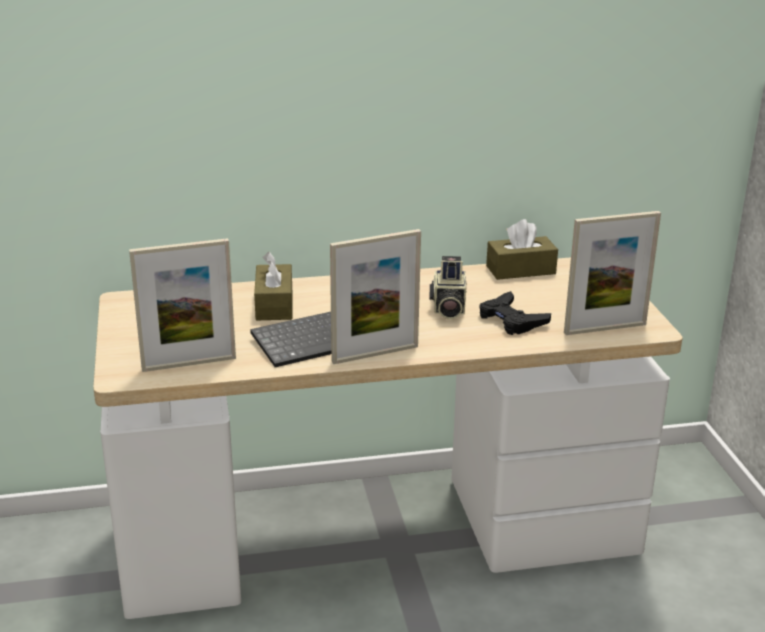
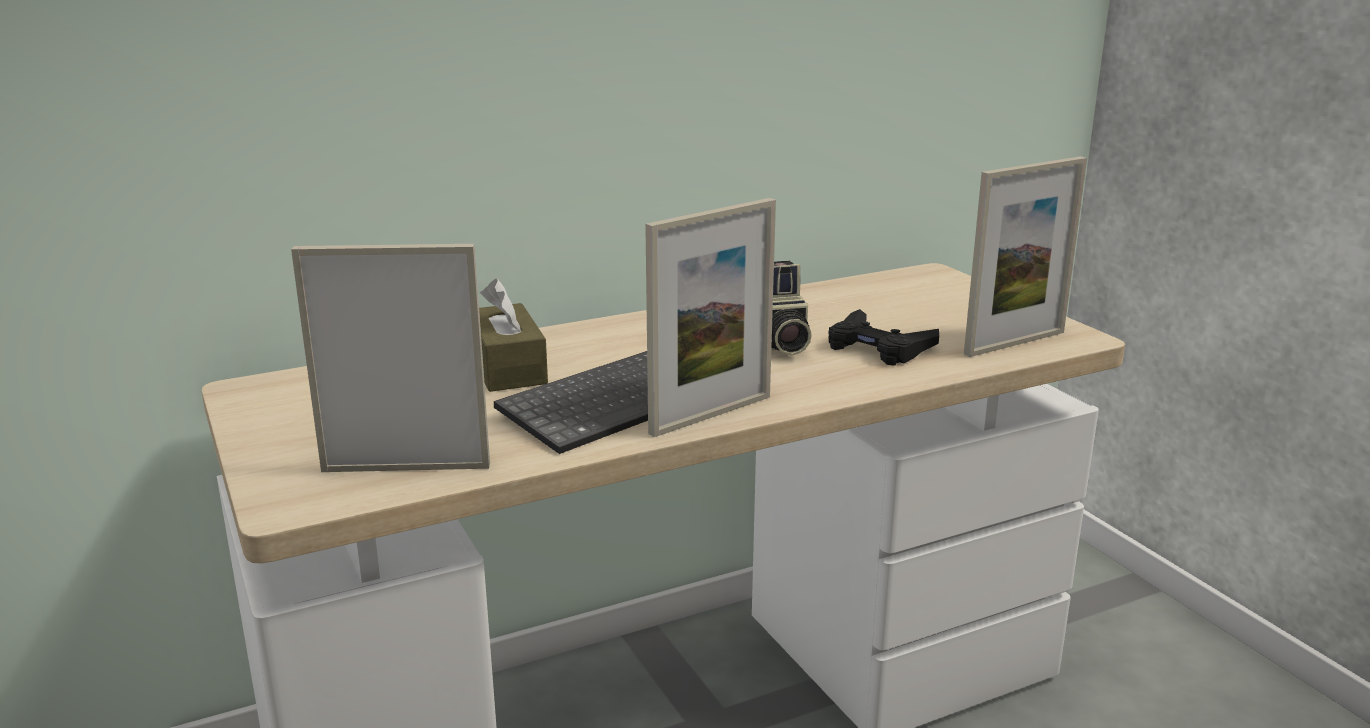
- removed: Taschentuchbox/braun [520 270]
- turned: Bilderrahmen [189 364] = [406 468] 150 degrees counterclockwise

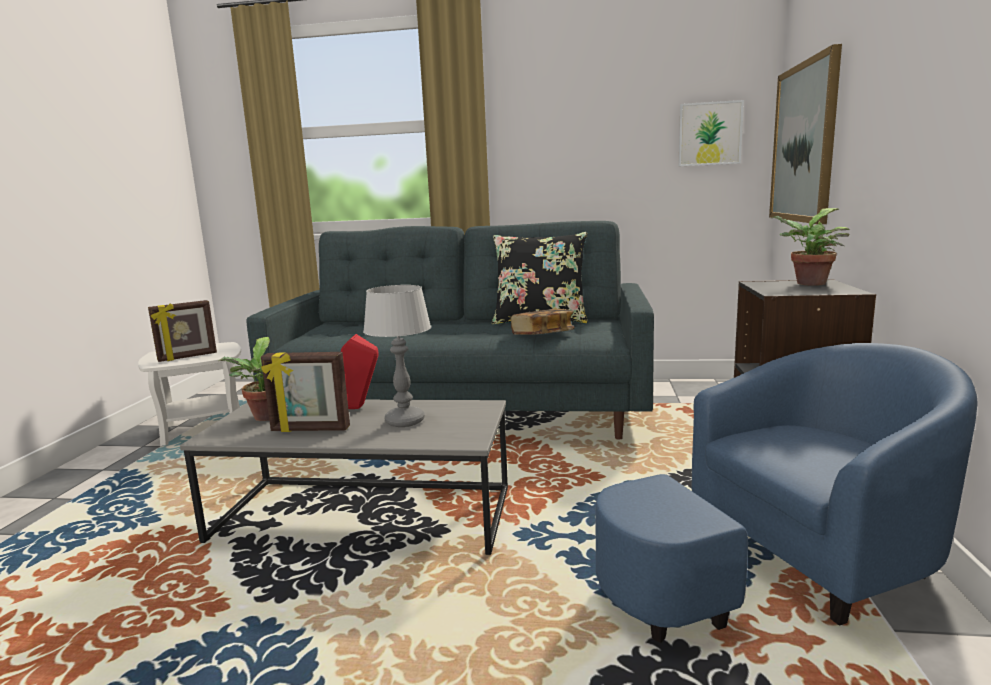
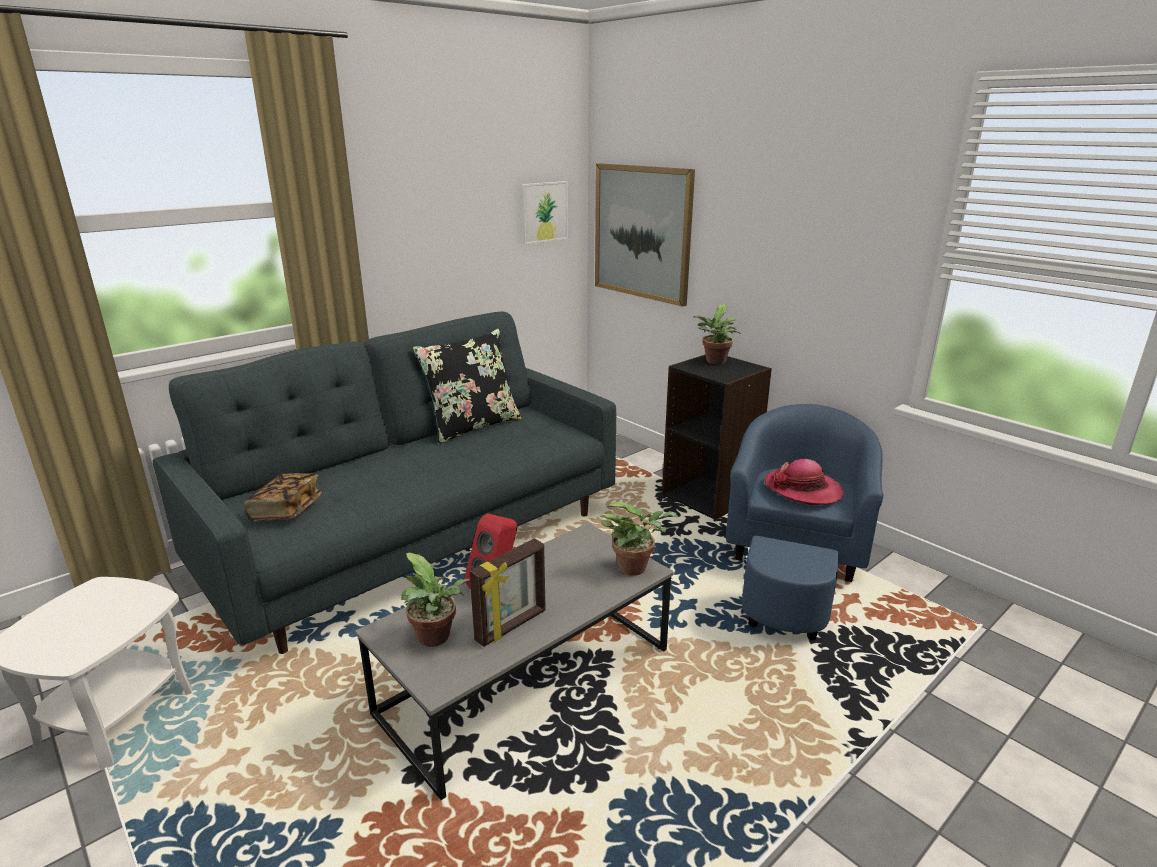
- removed: Tischlampe [405 421]
- removed: Bilderrahmen [187 357]
- moved: Buch [542 335] to [286 510]
- added: Hut [803 489]
- added: Topfpflanze [636 568]

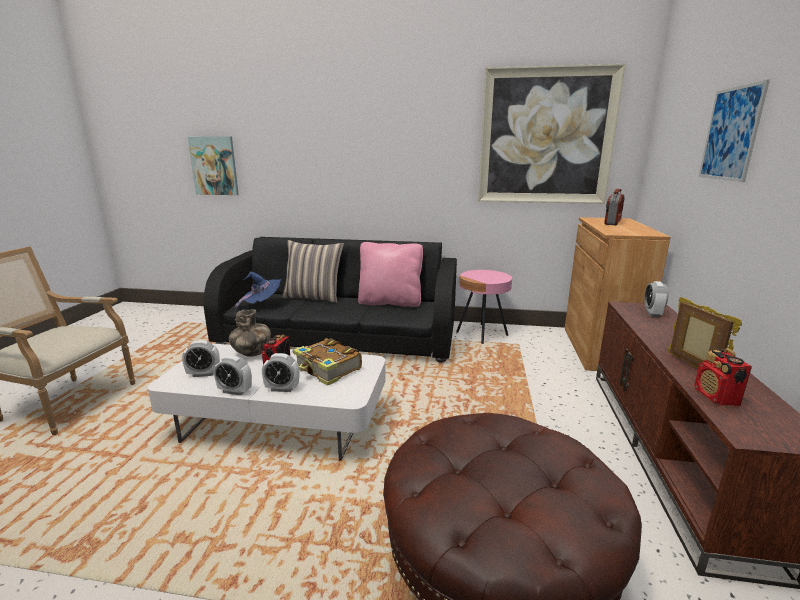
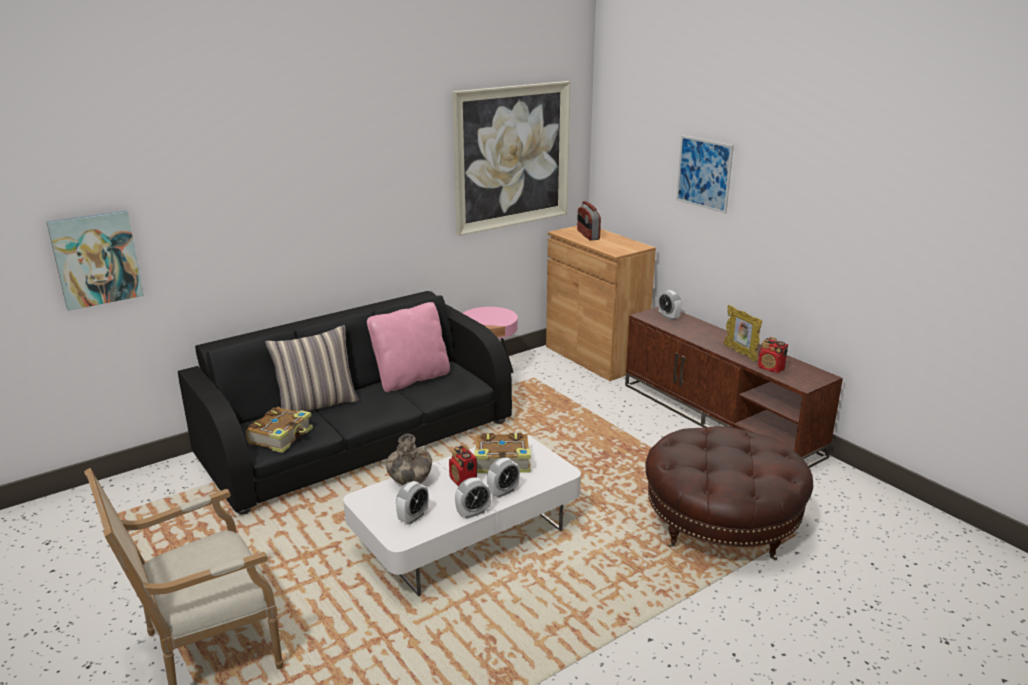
- replaced: Hut/blau [262 305] to Buch [282 437]
- turned: Bilderrahmen [693 367] = [740 353] 150 degrees counterclockwise

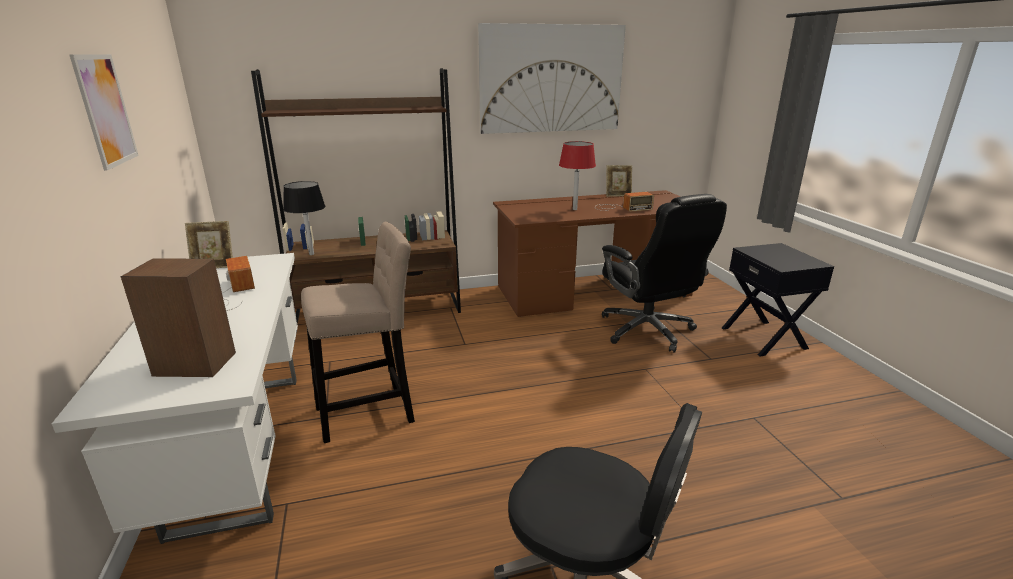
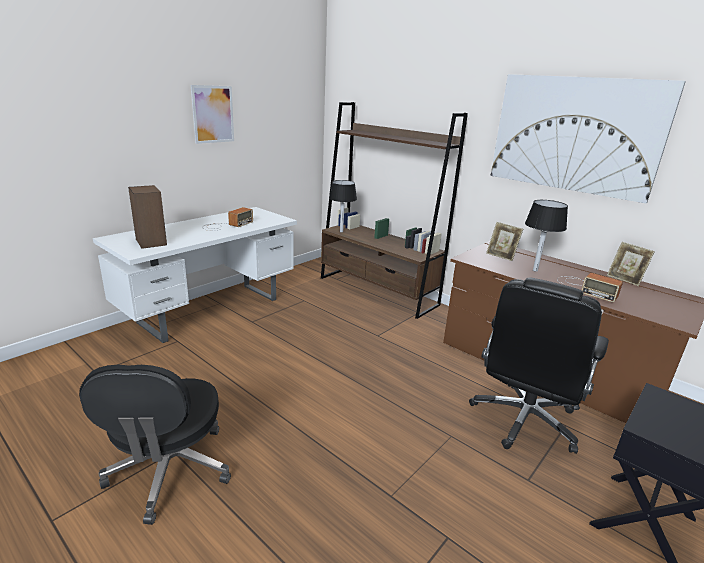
- recoloured: Tischlampe/rot [574 209] to Tischlampe/schwarz [535 270]
- moved: Bilderrahmen [214 266] to [501 256]
- removed: Hocker/beige [371 412]

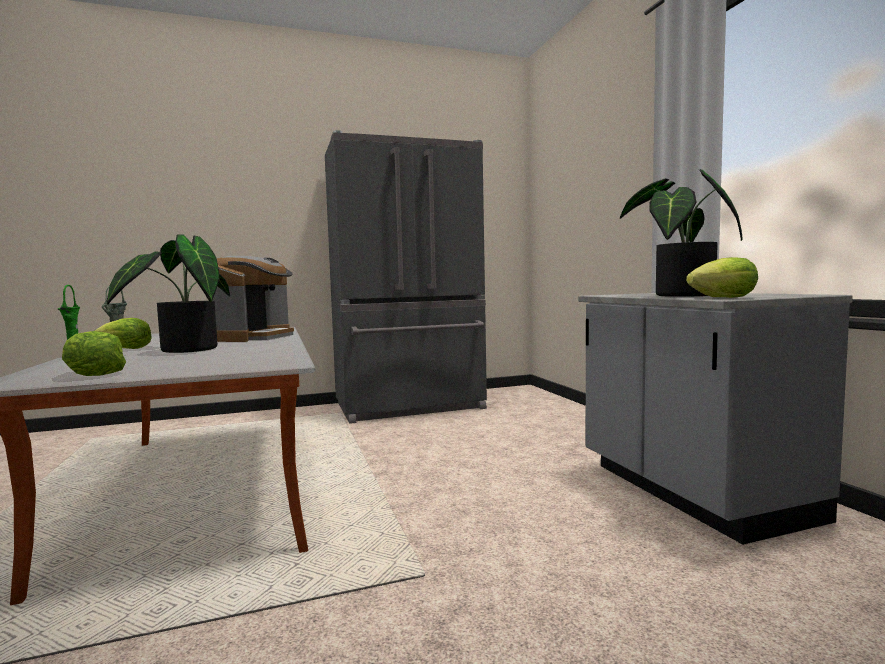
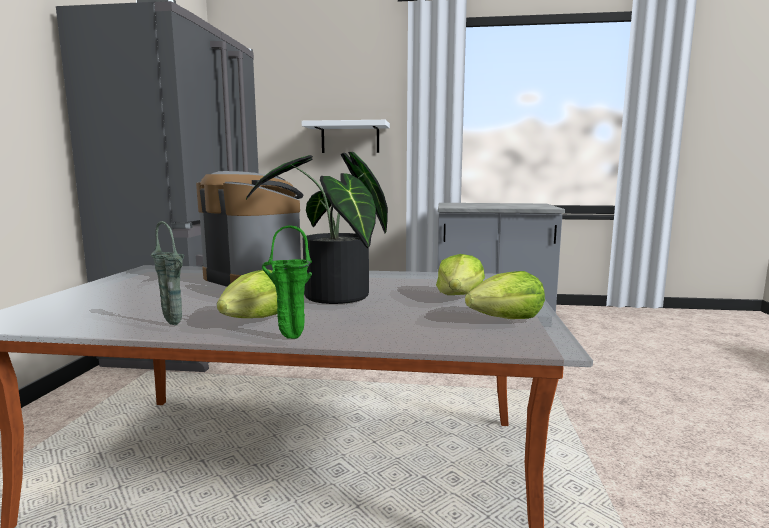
- removed: Topfpflanze [679 295]
- moved: Salatkopf [723 298] to [459 296]
- added: Wandregal/weiß [350 138]

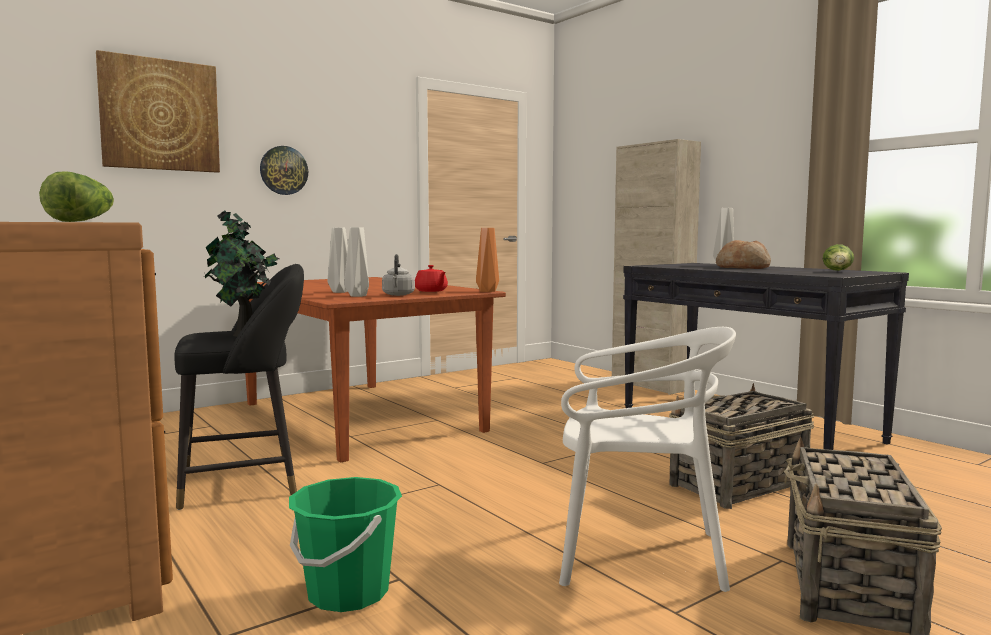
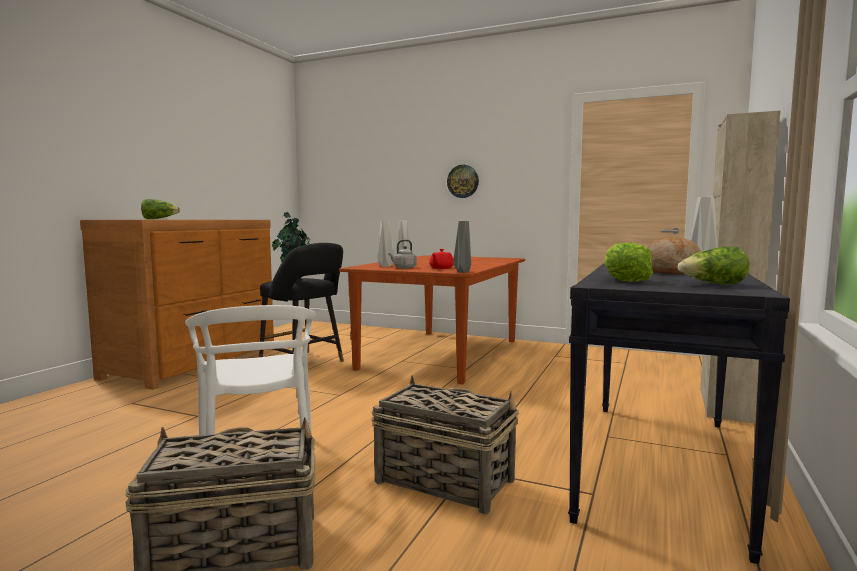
- removed: Bild [160 115]
- recoloured: Vase/orange [486 291] to Vase/grau [462 272]
- removed: Eimer/grün [347 593]
- added: Salatkopf [624 280]

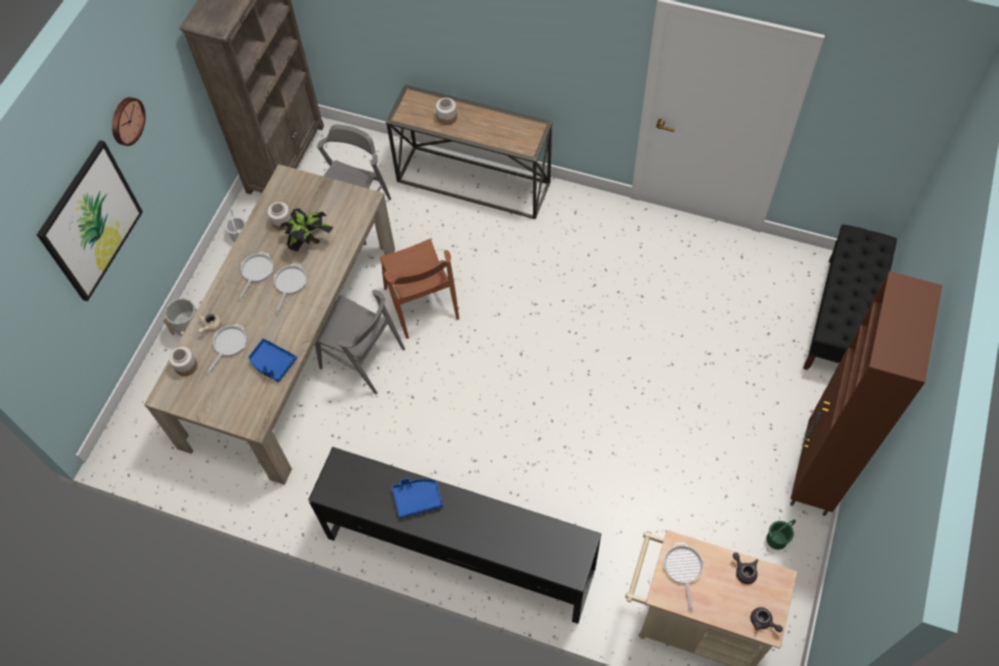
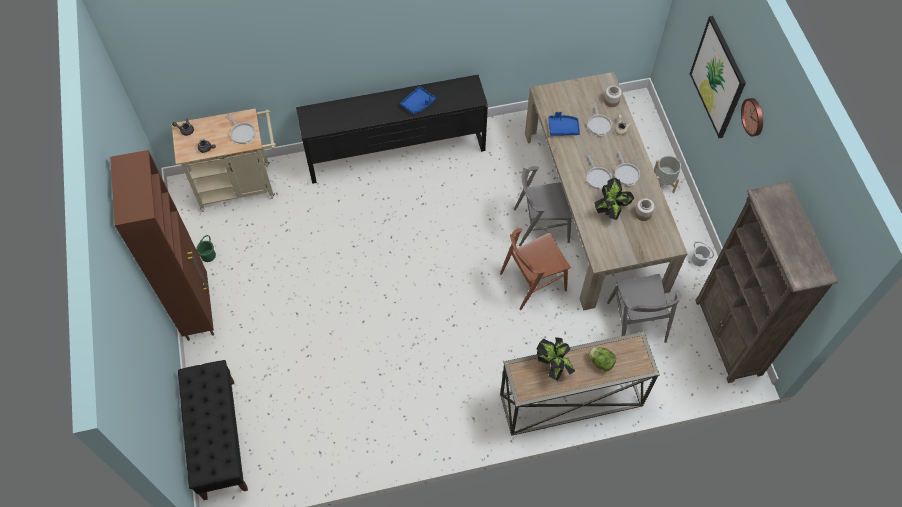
- replaced: Vorratsglas [447 117] to Salatkopf [601 362]
- turned: Stuhl/braun [421 303] = [532 281] 60 degrees counterclockwise
- added: Topfpflanze [553 365]

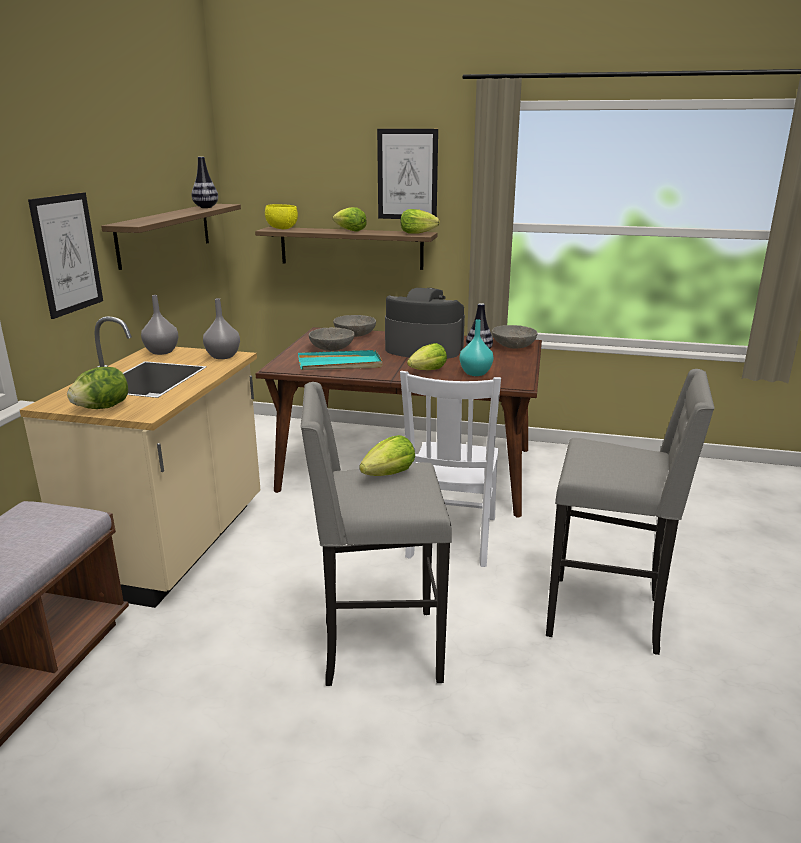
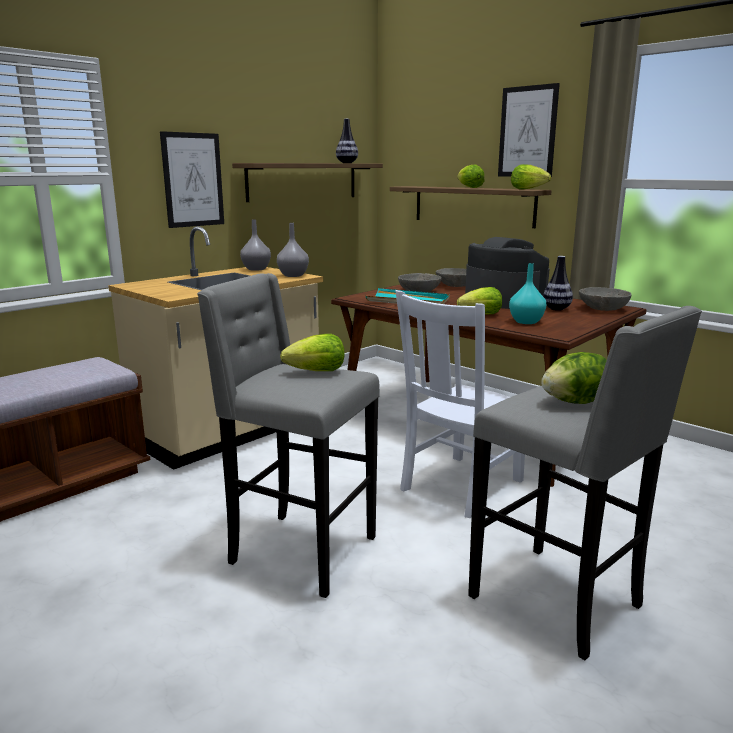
- removed: Schüssel/gelb [282 229]
- moved: Salatkopf [102 408] to [575 402]

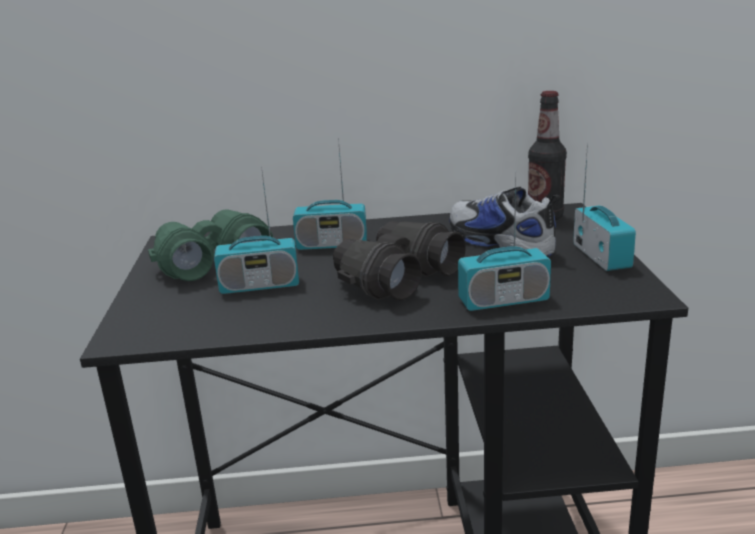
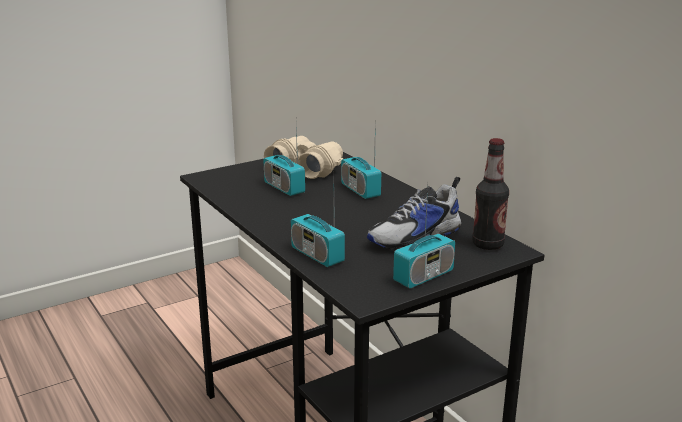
- turned: Schuh [499 242] = [416 237] 150 degrees counterclockwise
- recoloured: Fernglas/grün [212 261] to Fernglas/beige [306 168]
- removed: Fernglas/schwarz [395 278]

